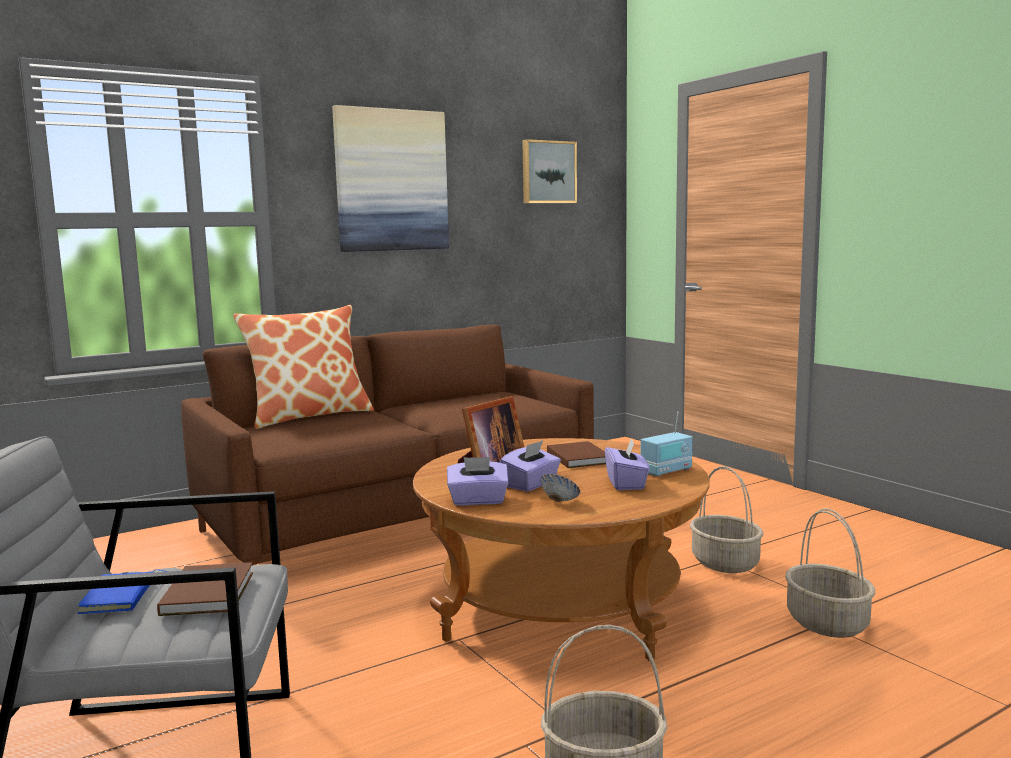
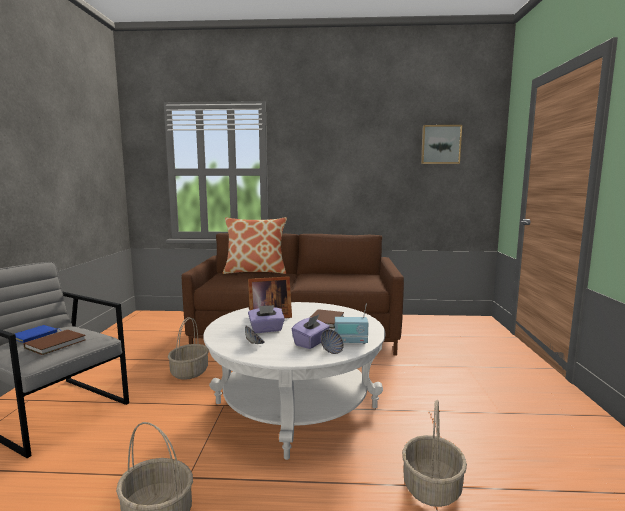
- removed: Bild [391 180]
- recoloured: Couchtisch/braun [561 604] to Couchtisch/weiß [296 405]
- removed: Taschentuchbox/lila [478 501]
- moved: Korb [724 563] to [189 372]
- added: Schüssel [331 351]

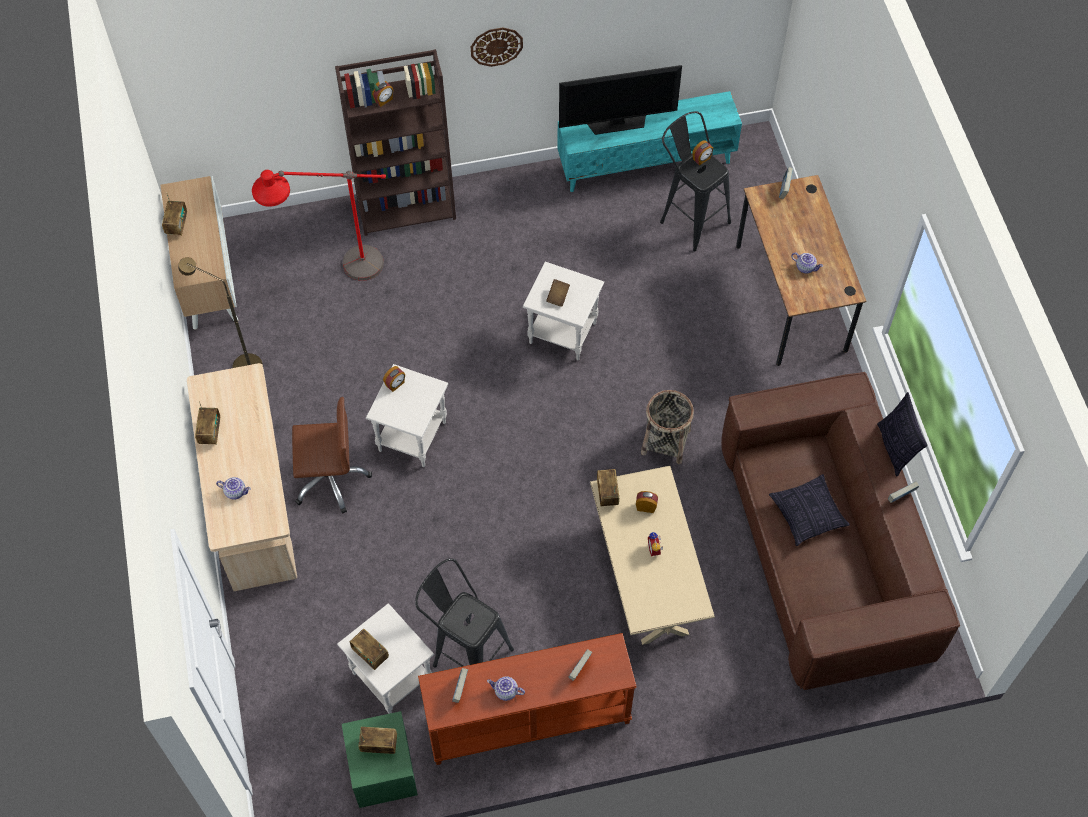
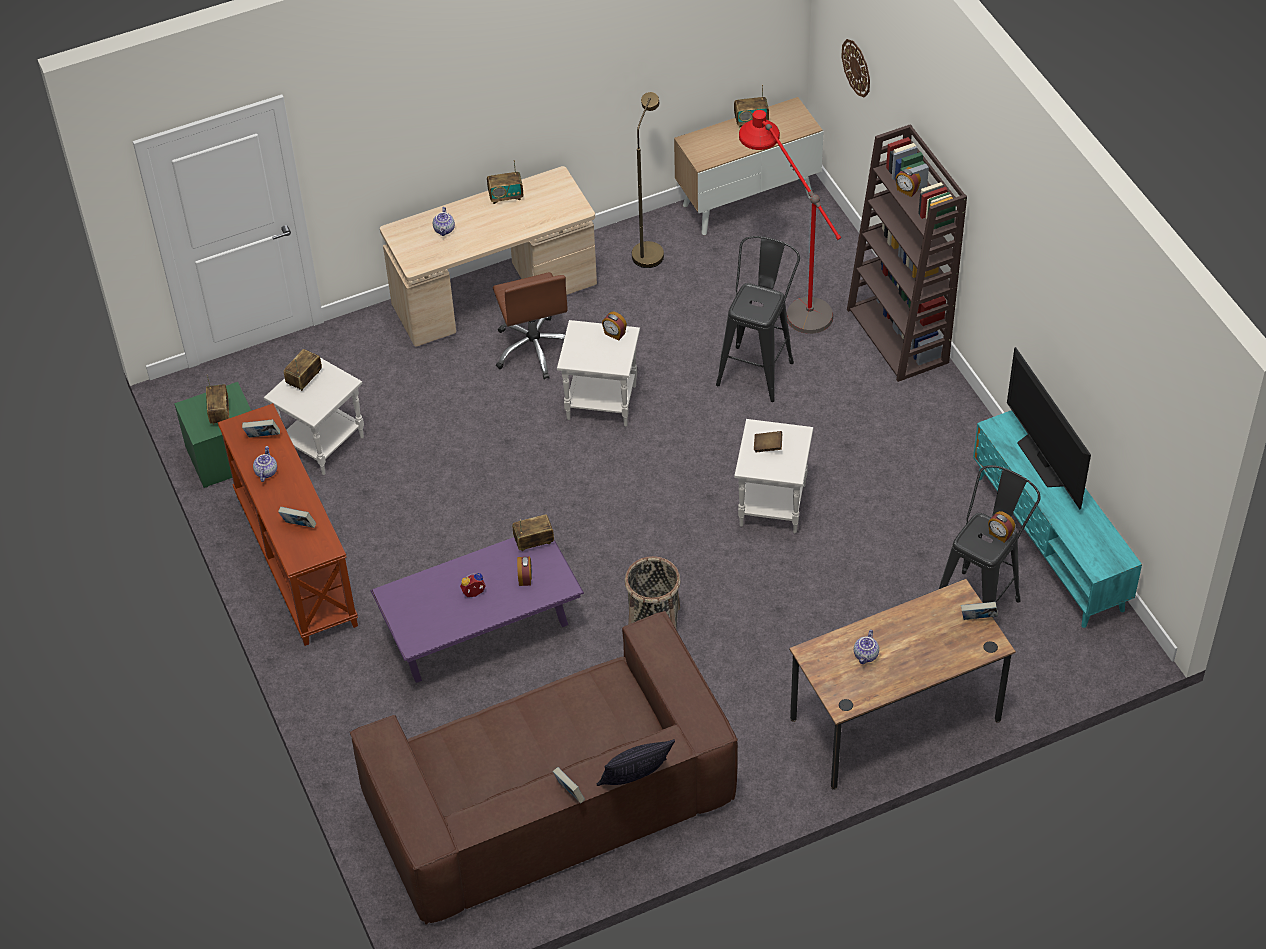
- moved: Wanduhr [496 46] to [856 67]
- recoloured: Couchtisch/beige [647 573] to Couchtisch/lila [482 634]
- removed: Kissen [808 514]
- moved: Hocker/schwarz [466 652] to [758 368]

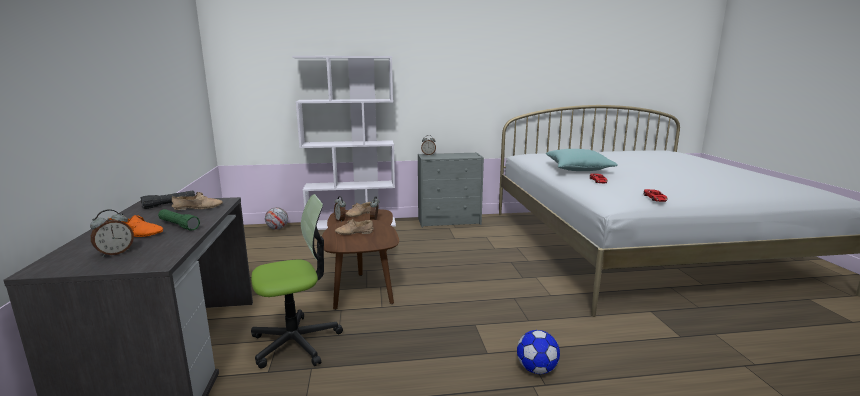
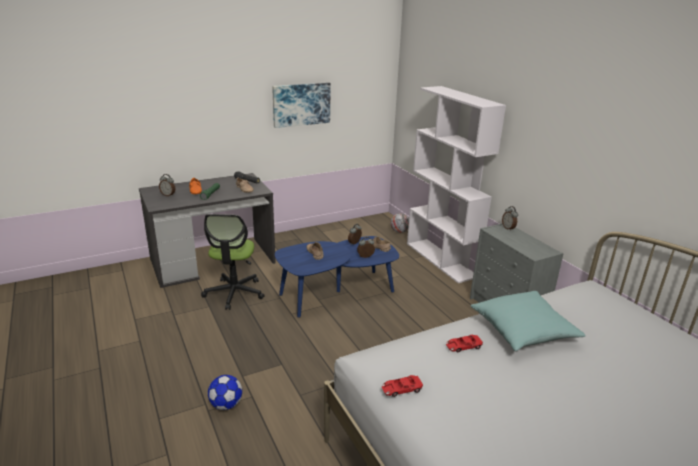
- turned: Bürostuhl [296 342] = [234 293] 45 degrees clockwise
- recoloured: Couchtisch/braun [362 275] to Couchtisch/blau [337 292]
- added: Bild [301 104]

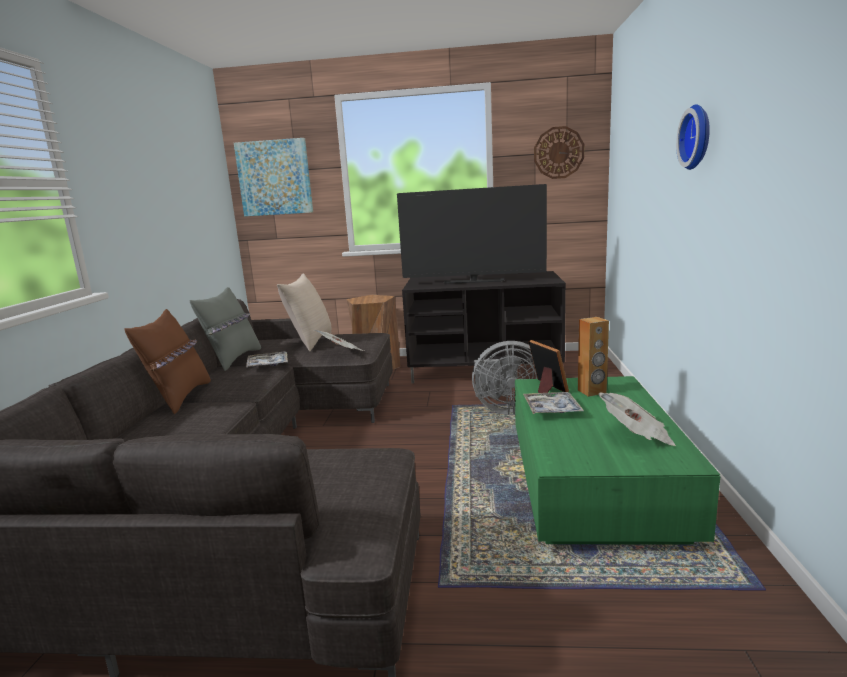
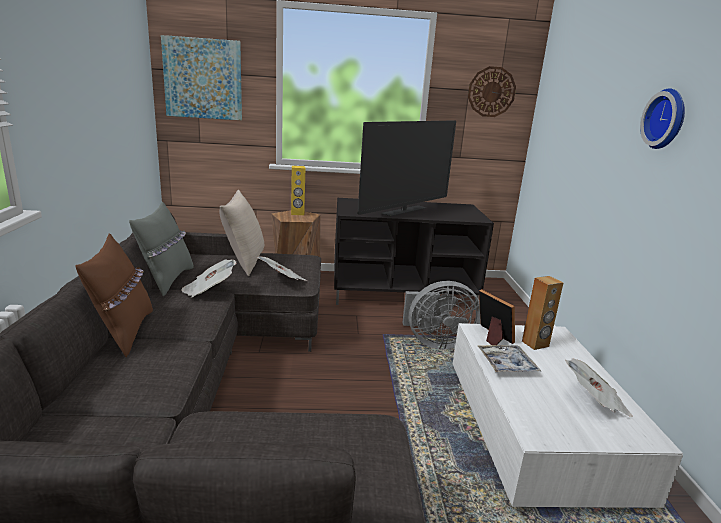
- turned: Fernseher [473 281] = [404 211] 45 degrees counterclockwise
- replaced: Tablett [268 364] to Zeitung [208 291]
- recoloured: Couchtisch/grün [592 481] to Couchtisch/weiß [535 430]
- added: Lautsprecher/gelb [297 213]

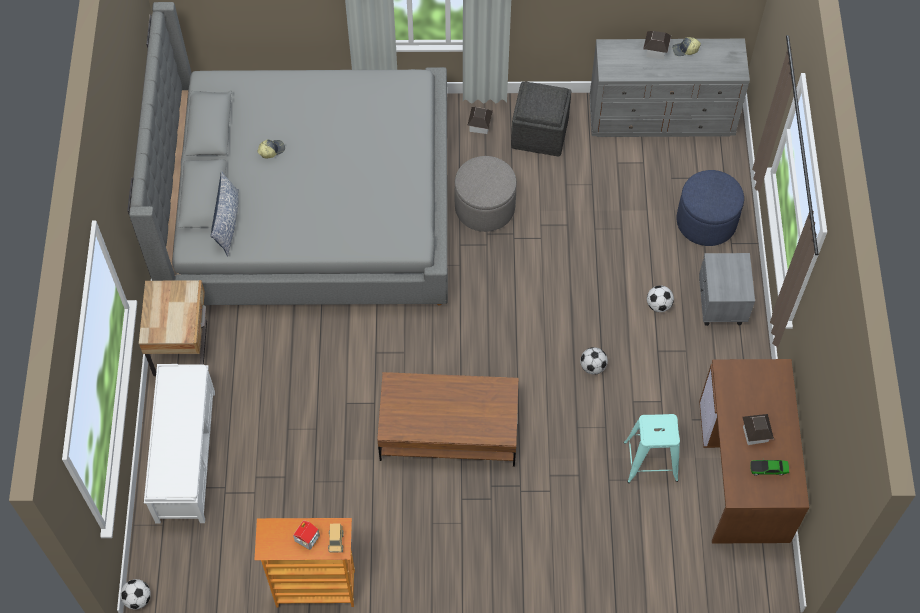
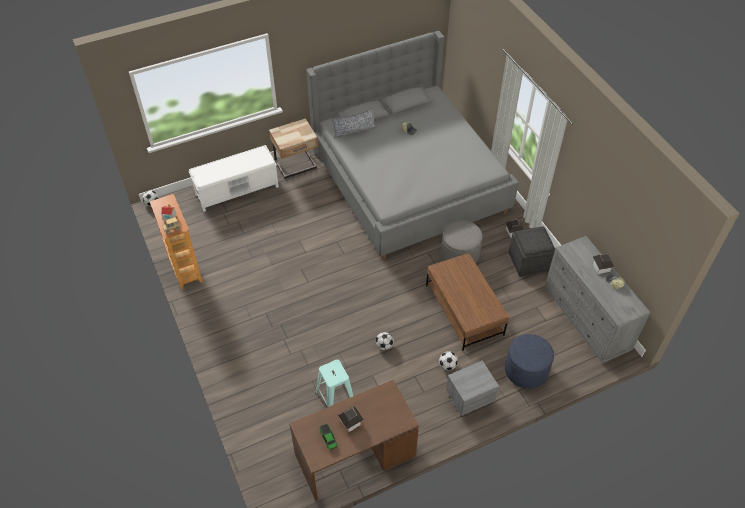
- moved: Couchtisch/braun [449 430] to [464 310]

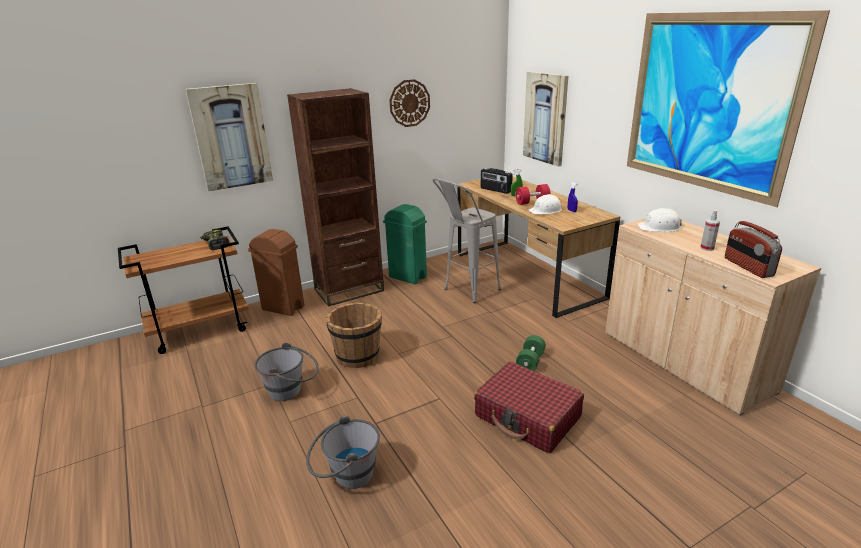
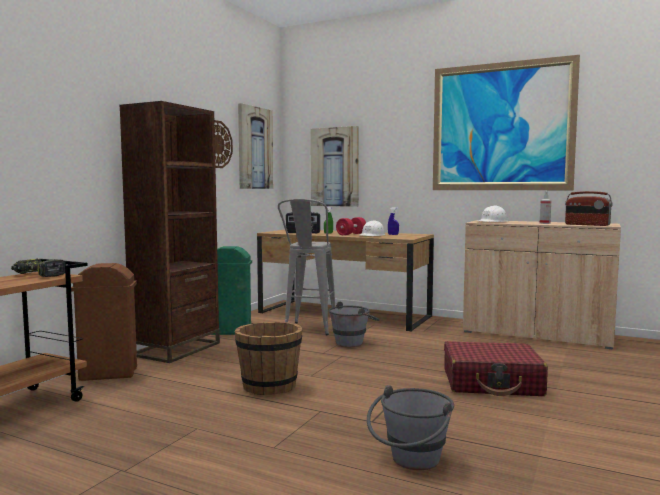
- moved: Bild [231 137] to [254 148]
- removed: Hantel/grün [530 362]
- moved: Eimer/grau [292 391] to [353 342]

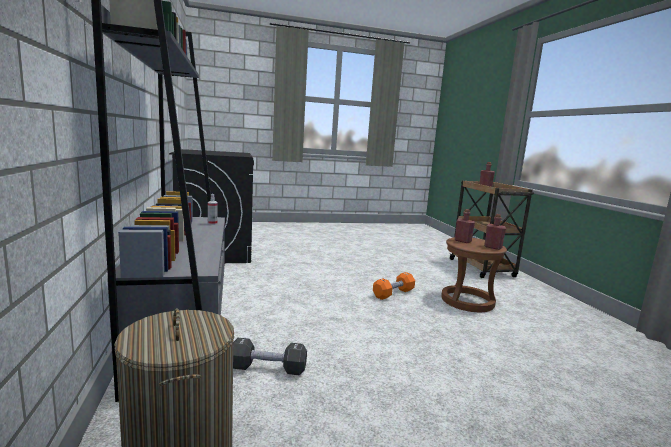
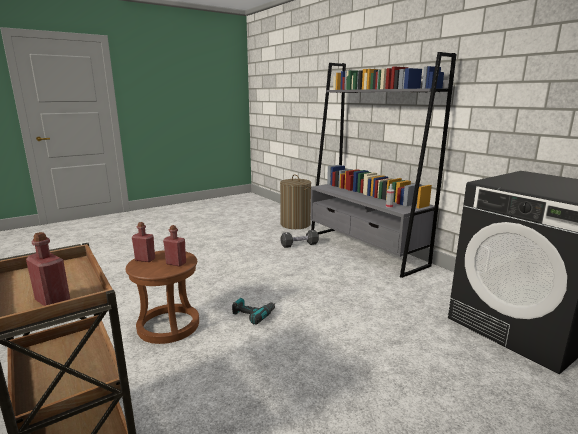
- replaced: Hantel/orange [393 293] to Bohrmaschine [253 314]

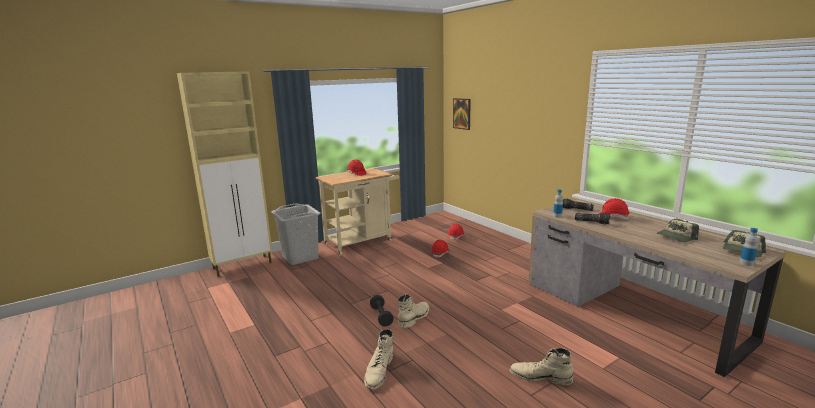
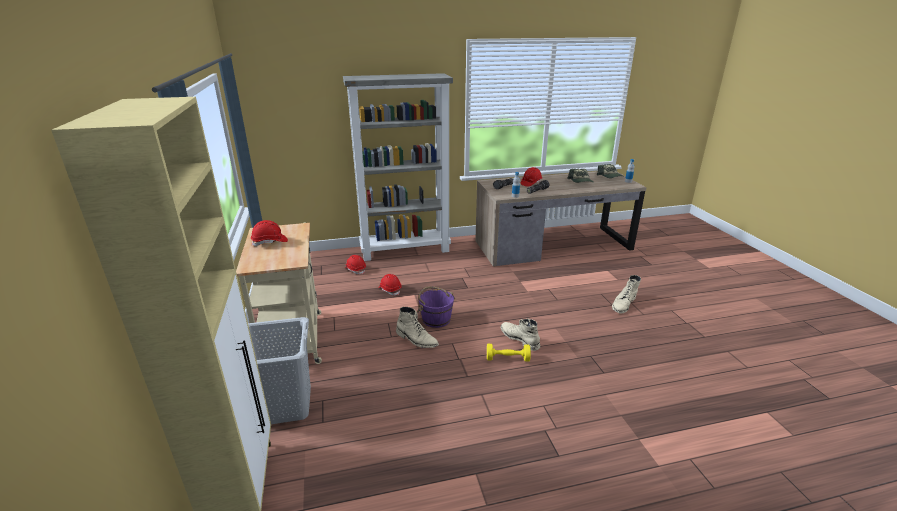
- removed: Bild [462 113]
- recoloured: Hantel/schwarz [381 316] to Hantel/gelb [507 359]
- moved: Stiefel/beige [379 371] to [416 339]
- added: Bücherregal/grau [405 249]
- added: Eimer/lila [436 319]

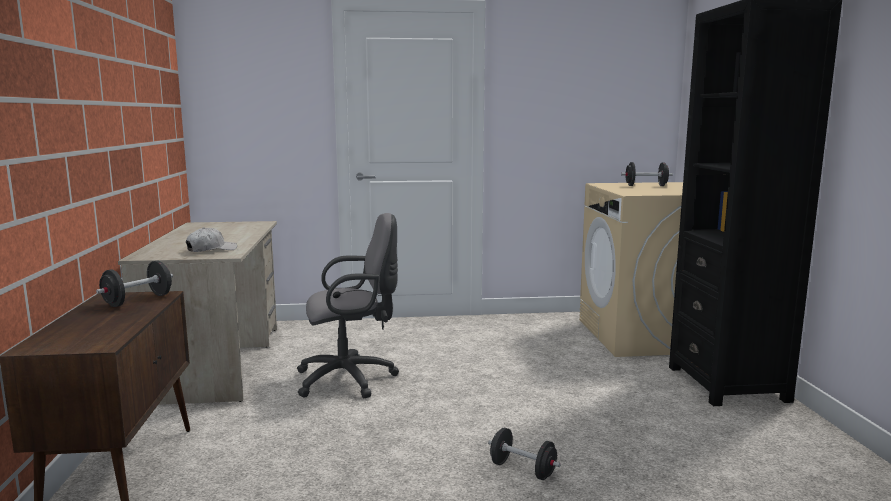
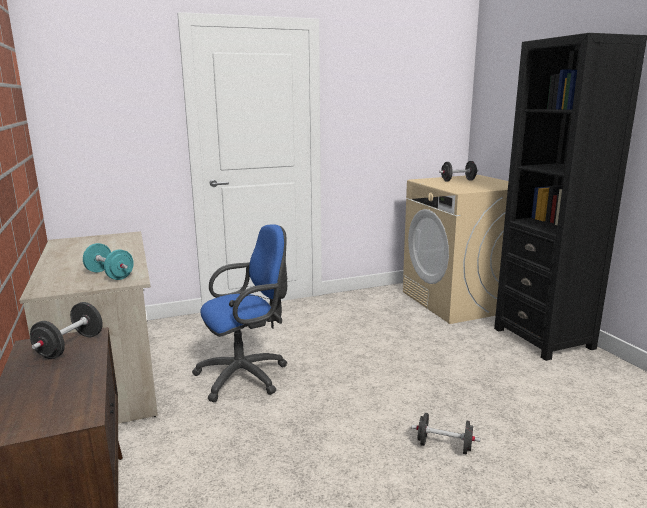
- recoloured: Bürostuhl/grau [351 379] to Bürostuhl/blau [247 376]
- replaced: Kappe/weiß [211 250] to Hantel/türkis [110 275]

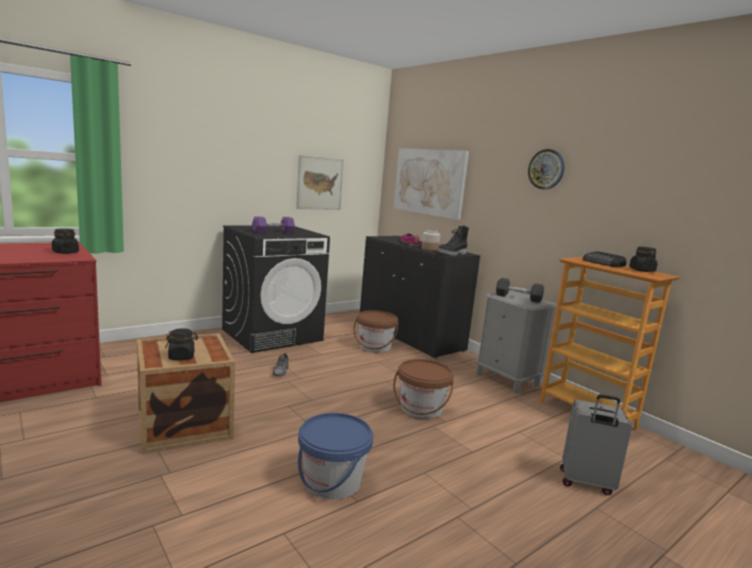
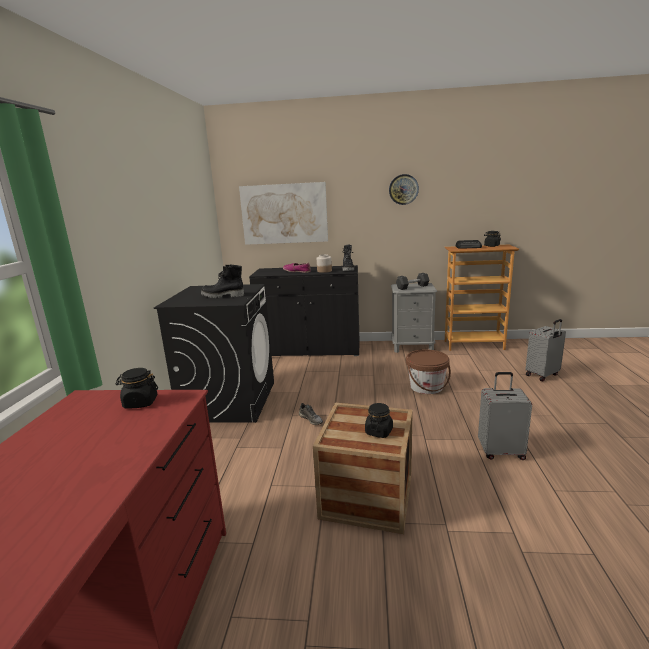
- removed: Bild [320 183]
- replaced: Hantel/lila [273 232] to Stiefel/schwarz [222 296]
- removed: Eimer/braun [375 346]
- replaced: Eimer/blau [332 481] to Koffer/grau [501 451]

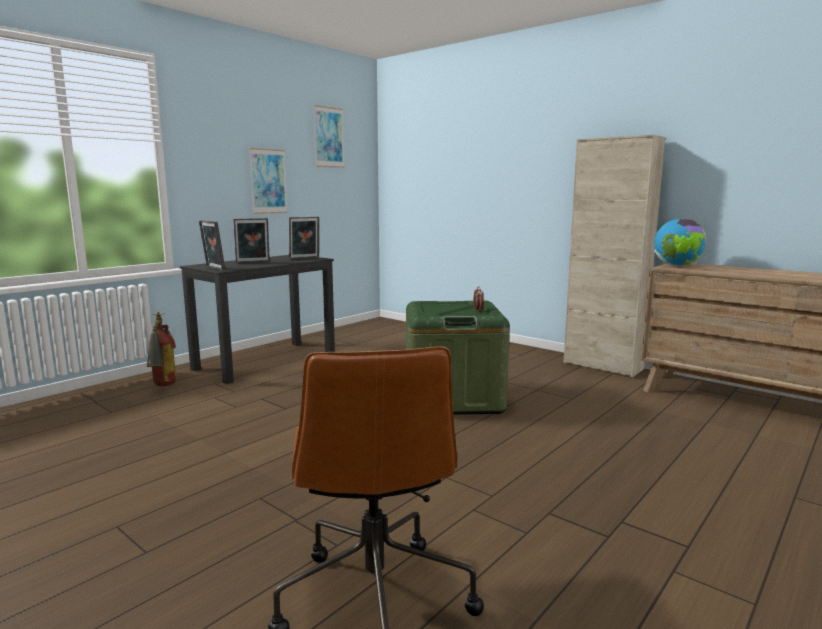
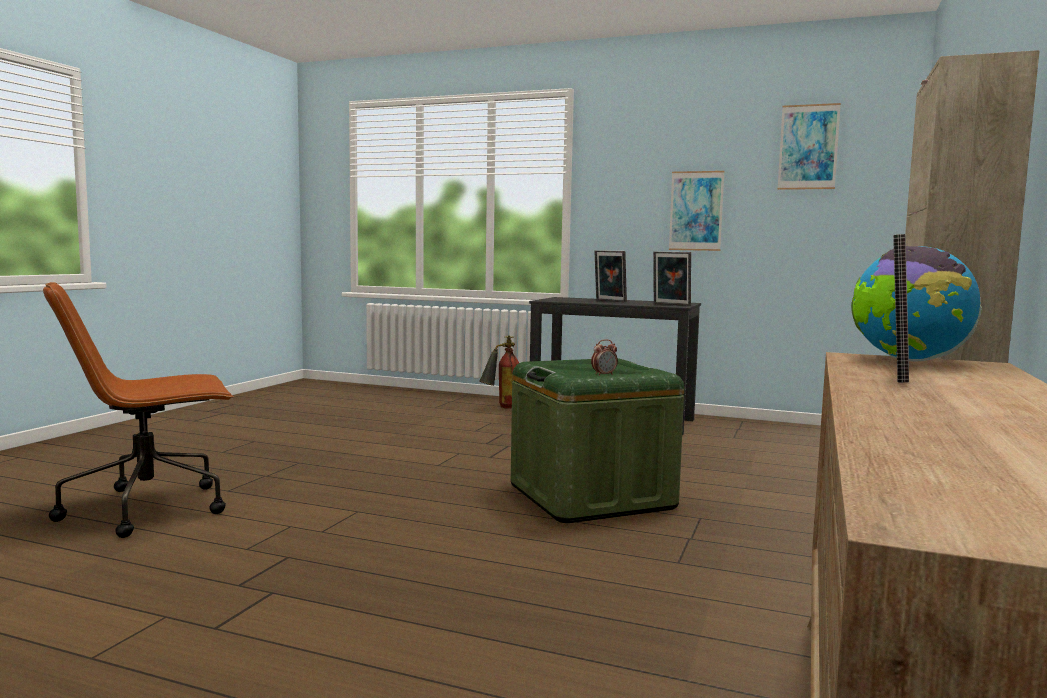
- moved: Bilderrahmen [213 268] to [895 375]

